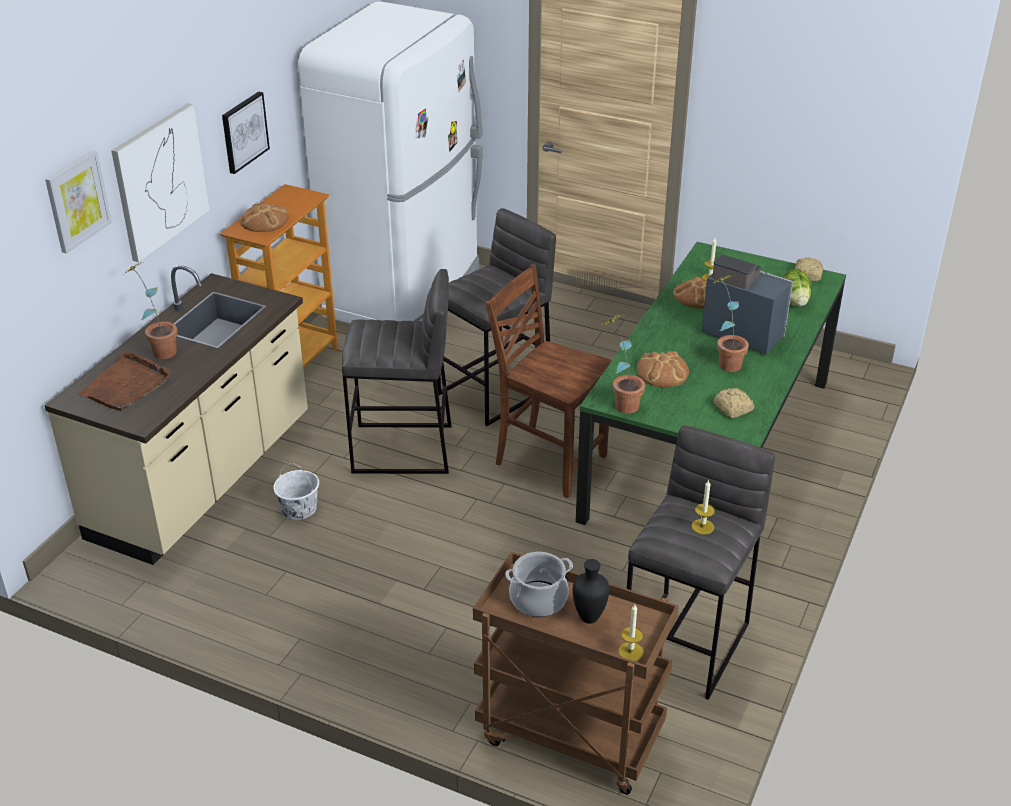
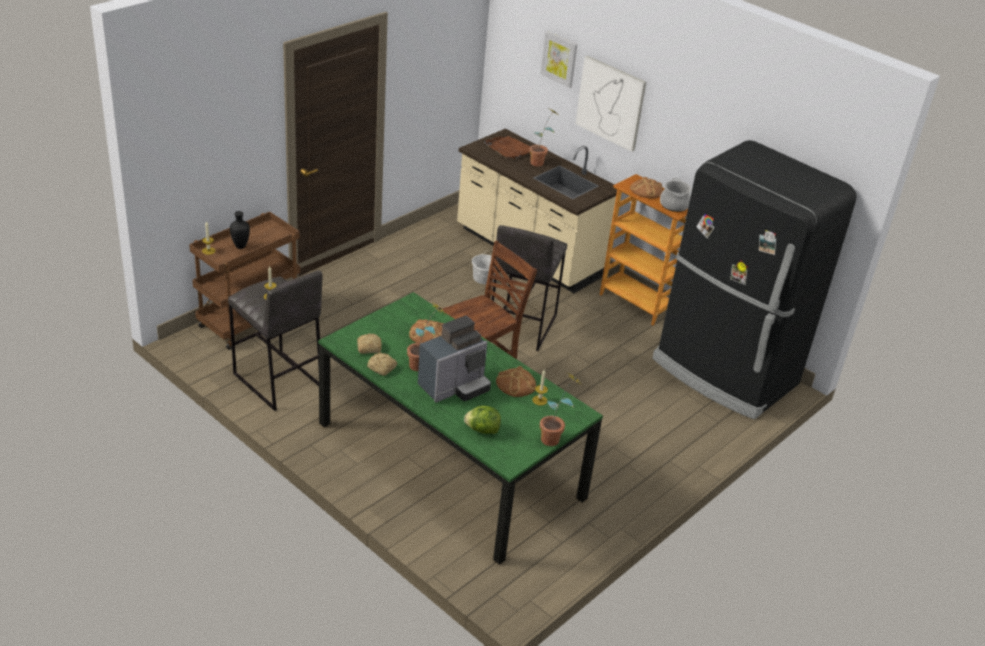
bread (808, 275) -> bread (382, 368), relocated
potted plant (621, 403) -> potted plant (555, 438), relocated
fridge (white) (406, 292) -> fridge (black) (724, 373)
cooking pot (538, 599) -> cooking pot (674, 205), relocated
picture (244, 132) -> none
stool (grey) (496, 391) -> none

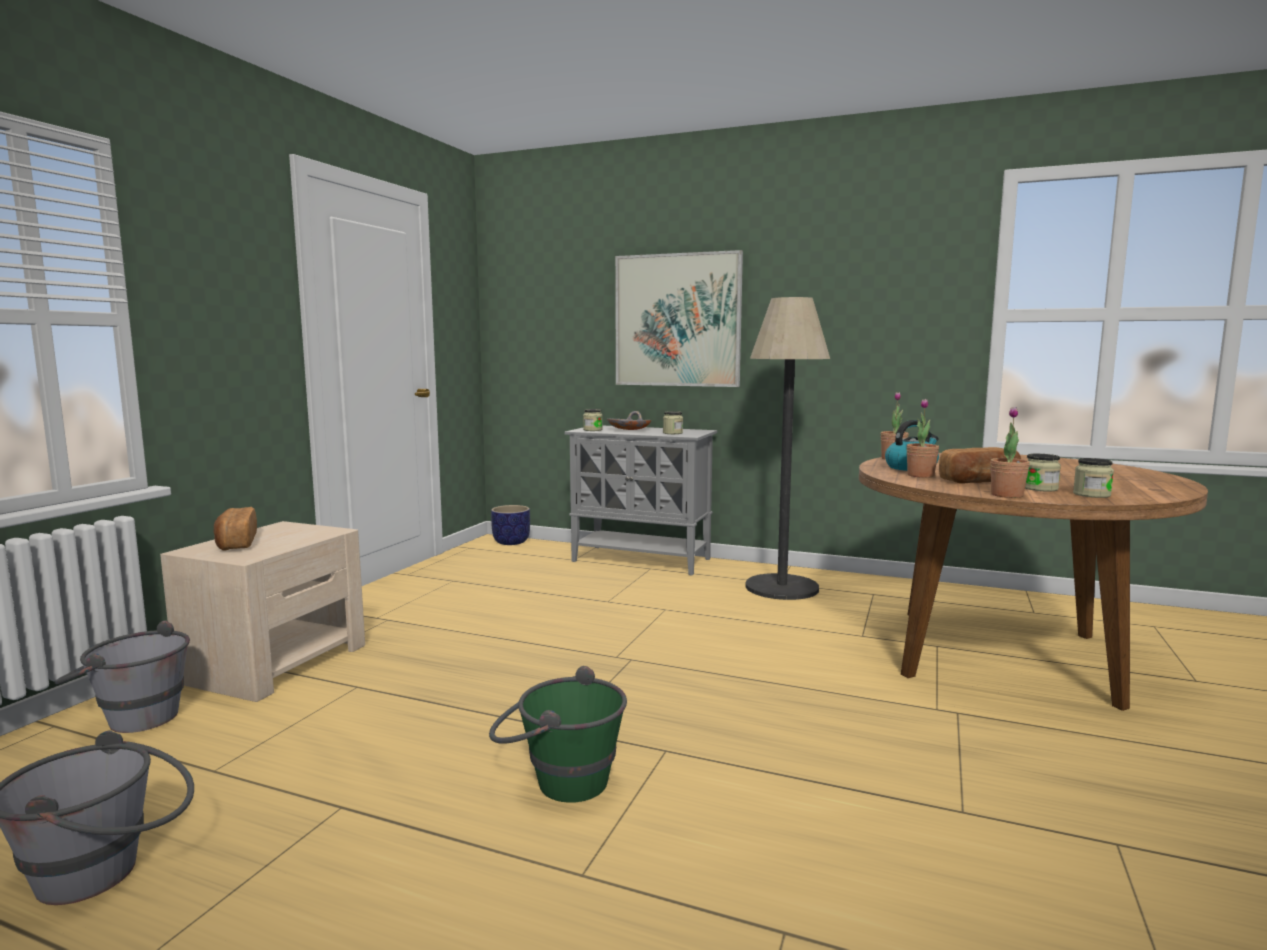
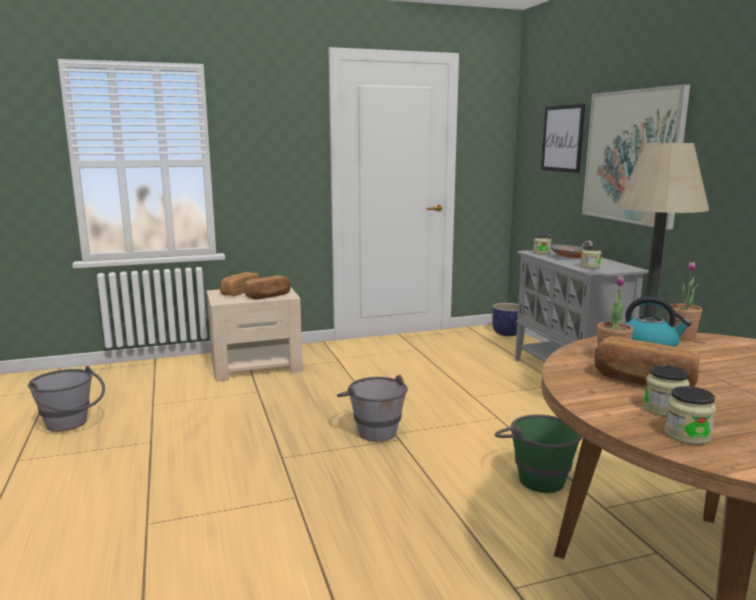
none -> bread (269, 296)
bucket (grey) (131, 717) -> bucket (grey) (372, 429), relocated
bucket (green) (558, 780) -> bucket (green) (534, 476), relocated
none -> picture (562, 138)
potted plant (1007, 495) -> none

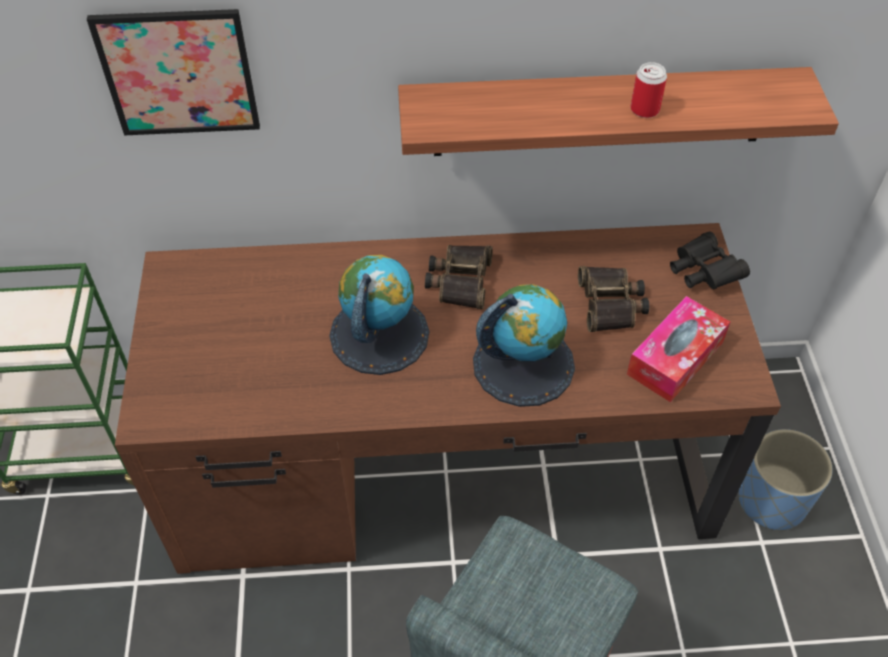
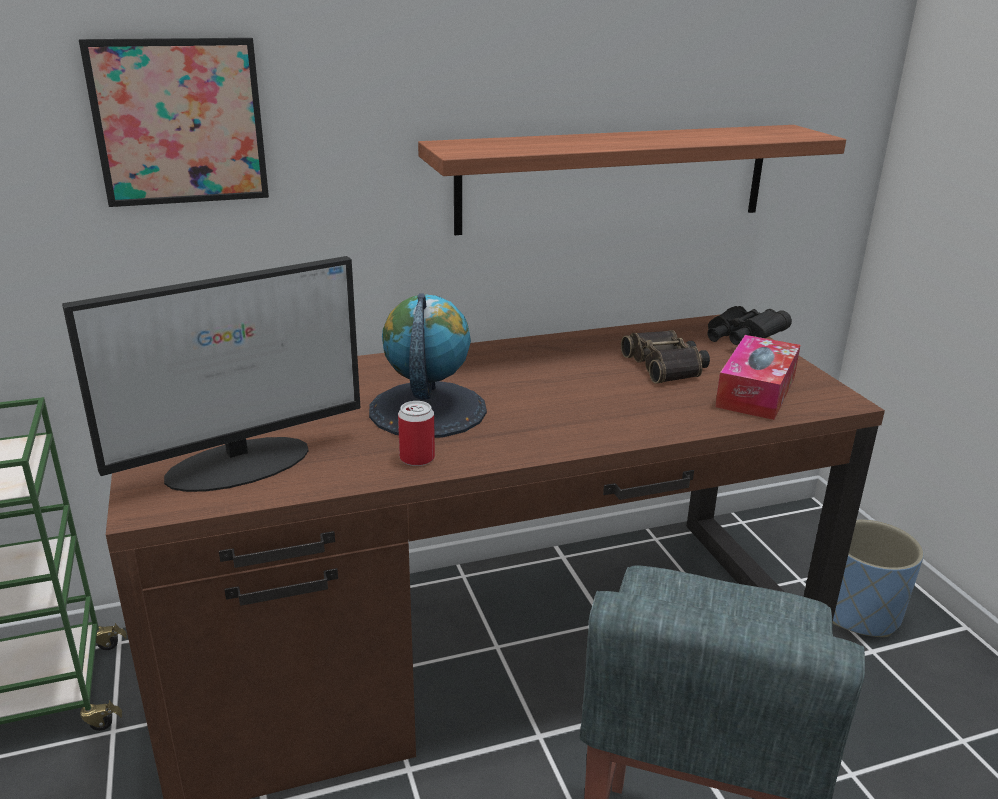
none -> monitor (241, 463)
can (644, 109) -> can (417, 458), relocated
binoculars (459, 280) -> none
globe (523, 364) -> none

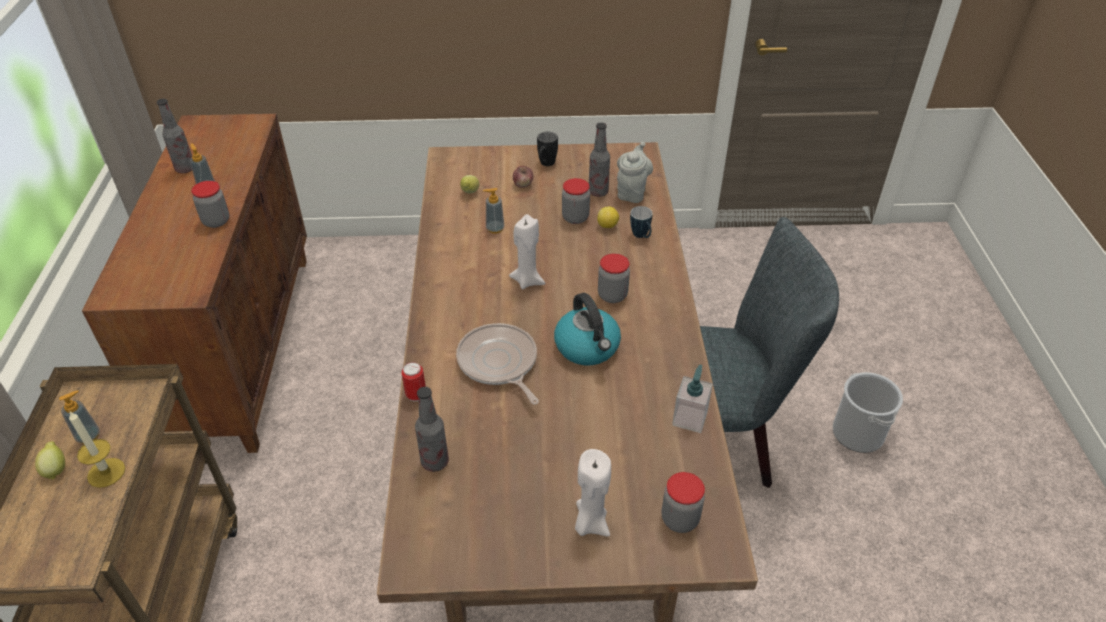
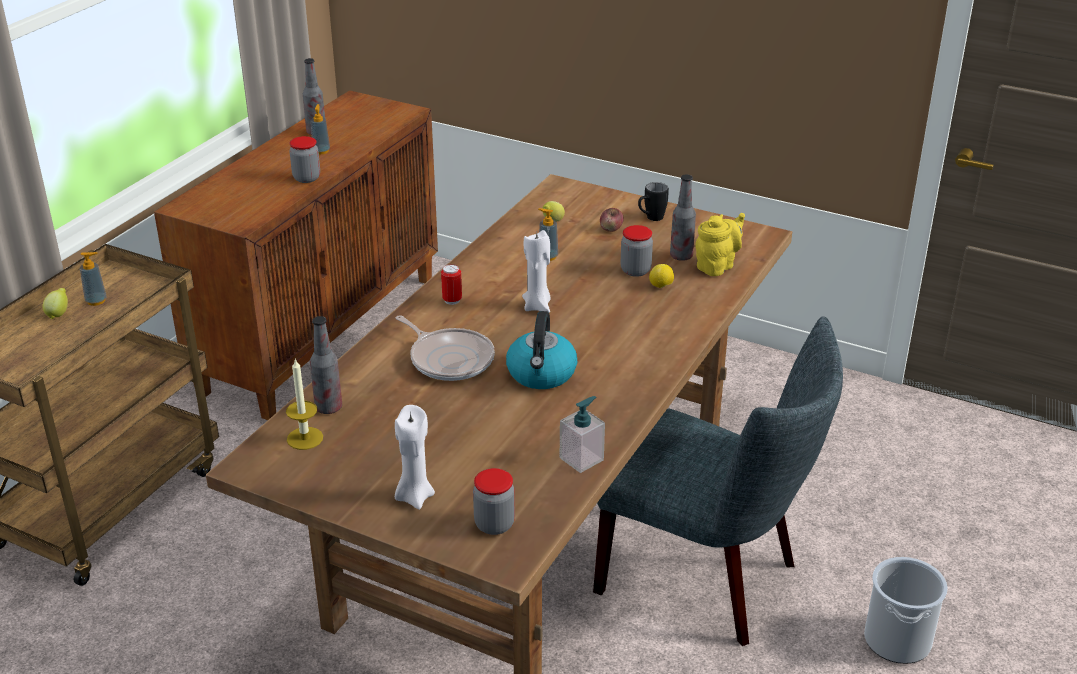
candle (106, 472) -> candle (305, 438), relocated
frying pan (499, 363) -> frying pan (449, 359), 135 degrees clockwise
can (416, 395) -> can (452, 300), relocated
teapot (grey) (632, 192) -> teapot (yellow) (717, 266)
jar (612, 295) -> none
mug (641, 237) -> none

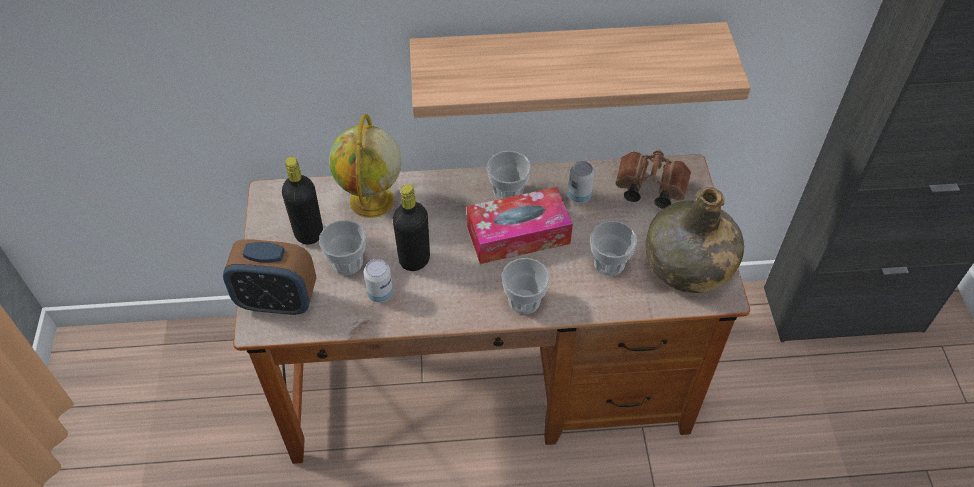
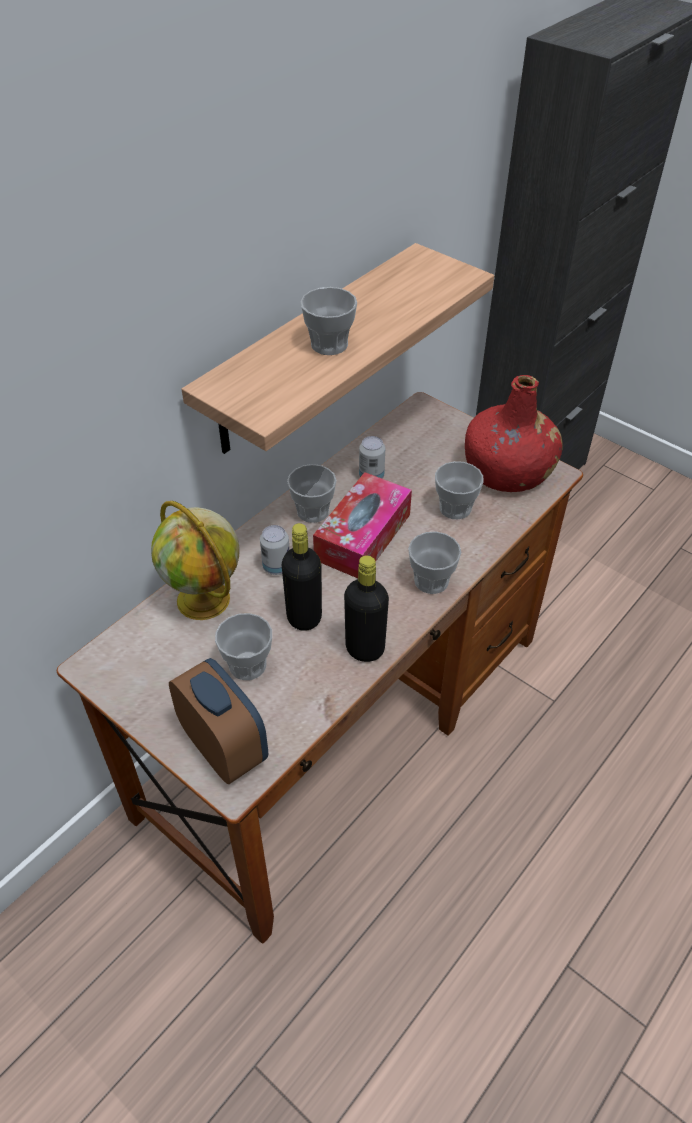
alarm clock (277, 301) -> alarm clock (224, 747), 90 degrees counterclockwise
can (380, 293) -> can (276, 567), relocated
none -> cup (329, 344)
bottle (black) (309, 233) -> bottle (black) (365, 648), relocated
bottle (green) (687, 266) -> bottle (red) (508, 471)
binoculars (brown) (648, 188) -> none

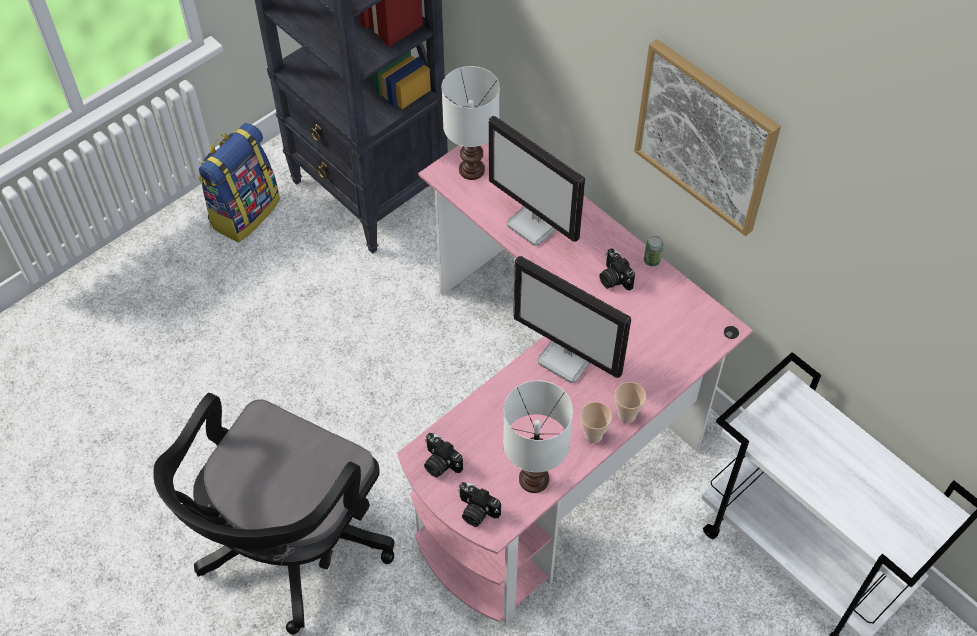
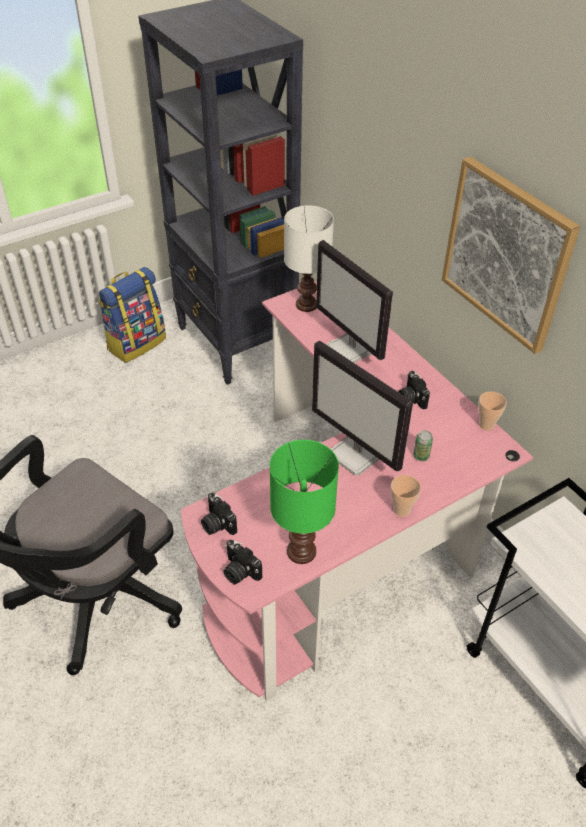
table lamp (white) (534, 480) -> table lamp (green) (301, 553)
can (652, 260) -> can (421, 456), relocated
cup (593, 435) -> cup (486, 425), relocated

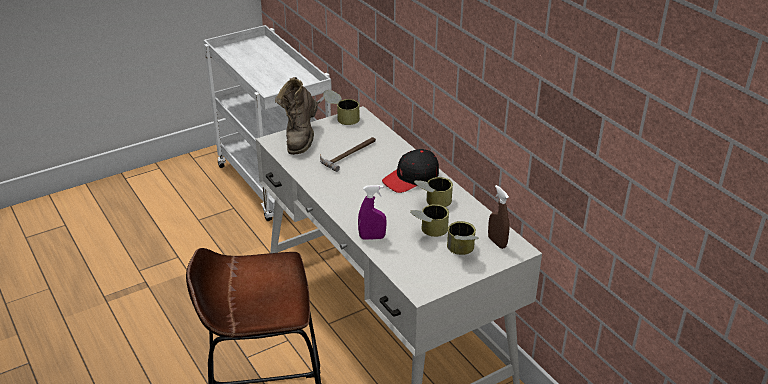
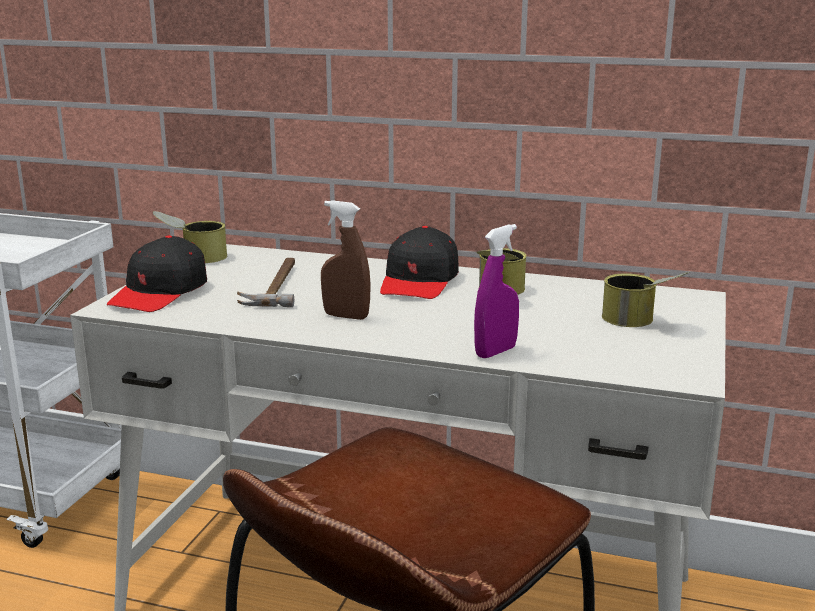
boot (brown) (300, 138) -> cap (black) (160, 293)
spray bottle (brown) (497, 242) -> spray bottle (brown) (346, 316), relocated
can (428, 232) -> none

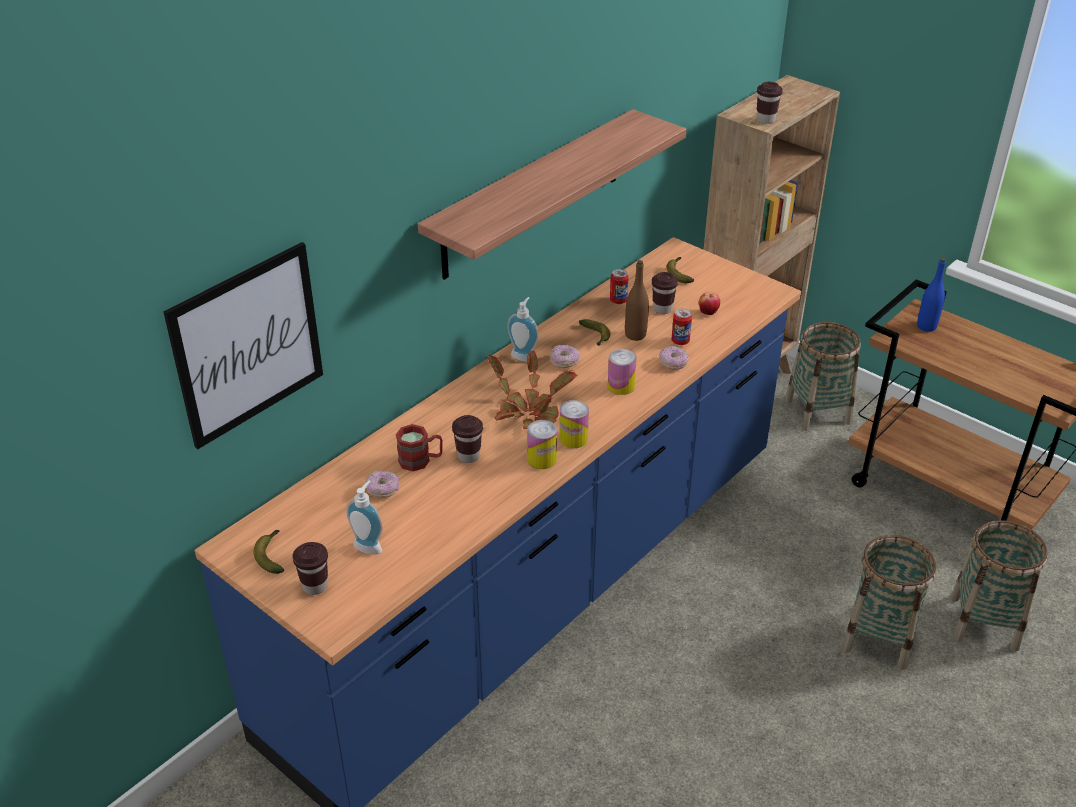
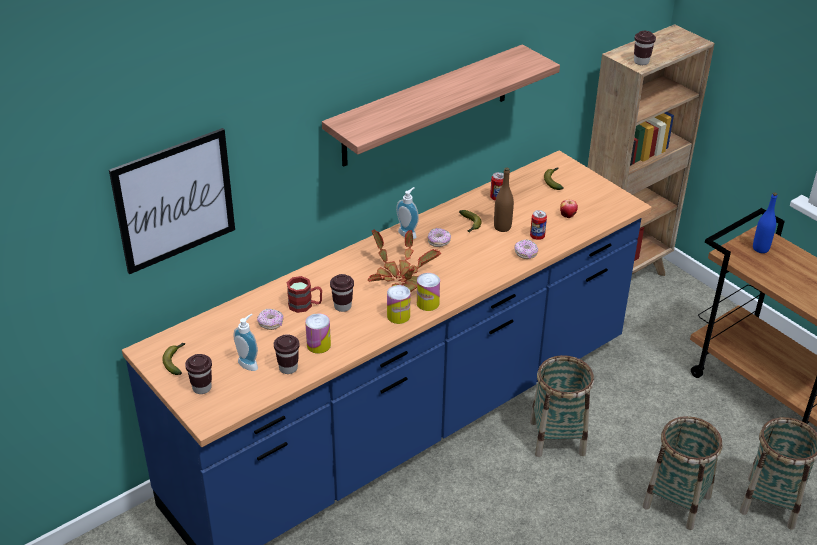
cup (brown) (662, 309) -> cup (brown) (288, 368), relocated
can (621, 386) -> can (318, 345), relocated
basket (817, 411) -> basket (557, 437), relocated

